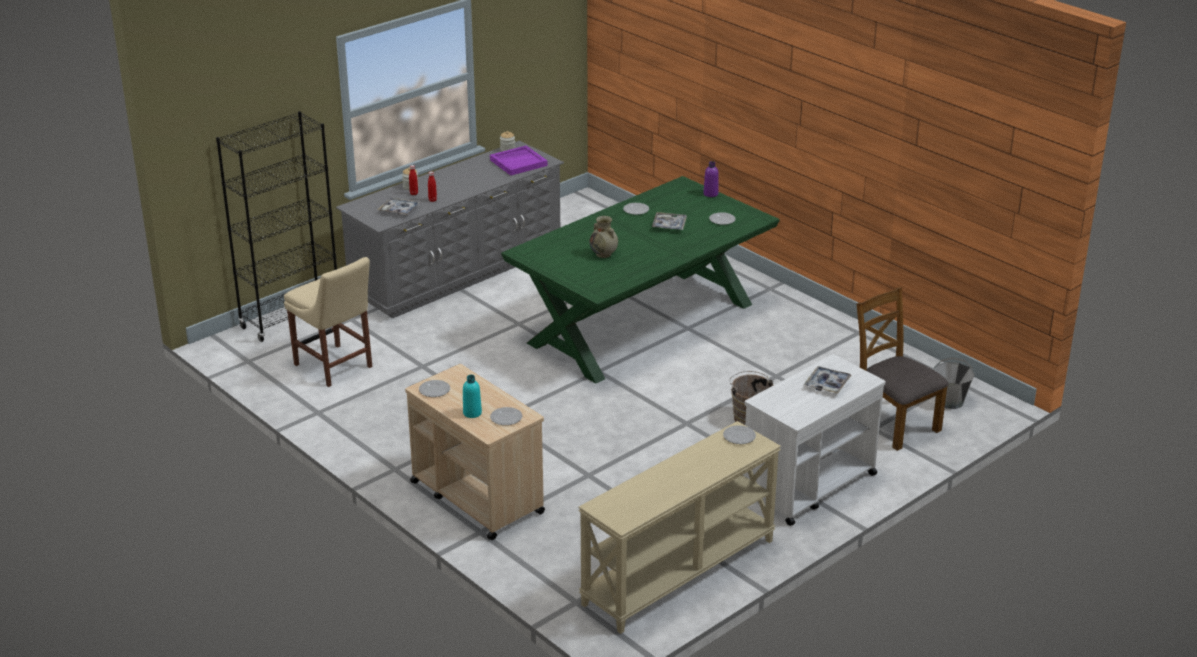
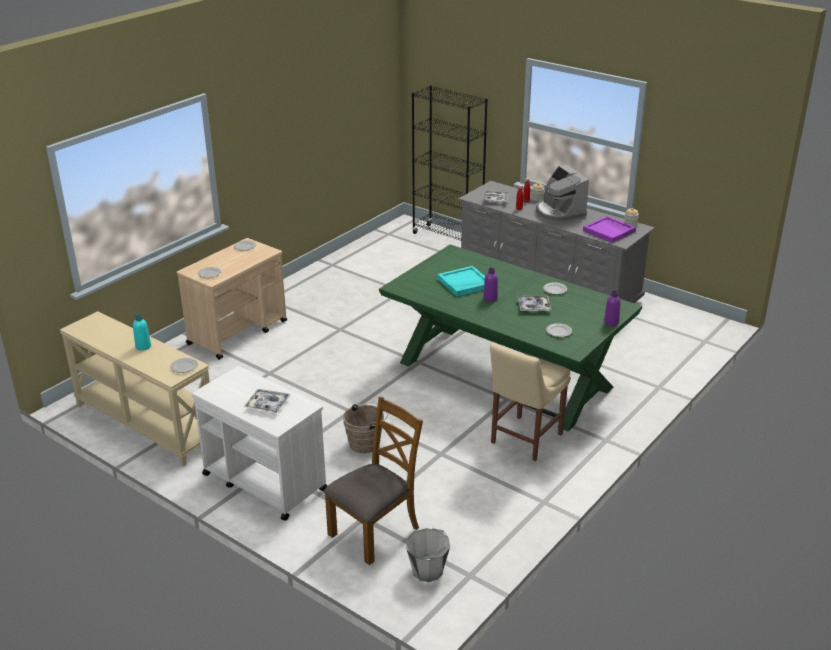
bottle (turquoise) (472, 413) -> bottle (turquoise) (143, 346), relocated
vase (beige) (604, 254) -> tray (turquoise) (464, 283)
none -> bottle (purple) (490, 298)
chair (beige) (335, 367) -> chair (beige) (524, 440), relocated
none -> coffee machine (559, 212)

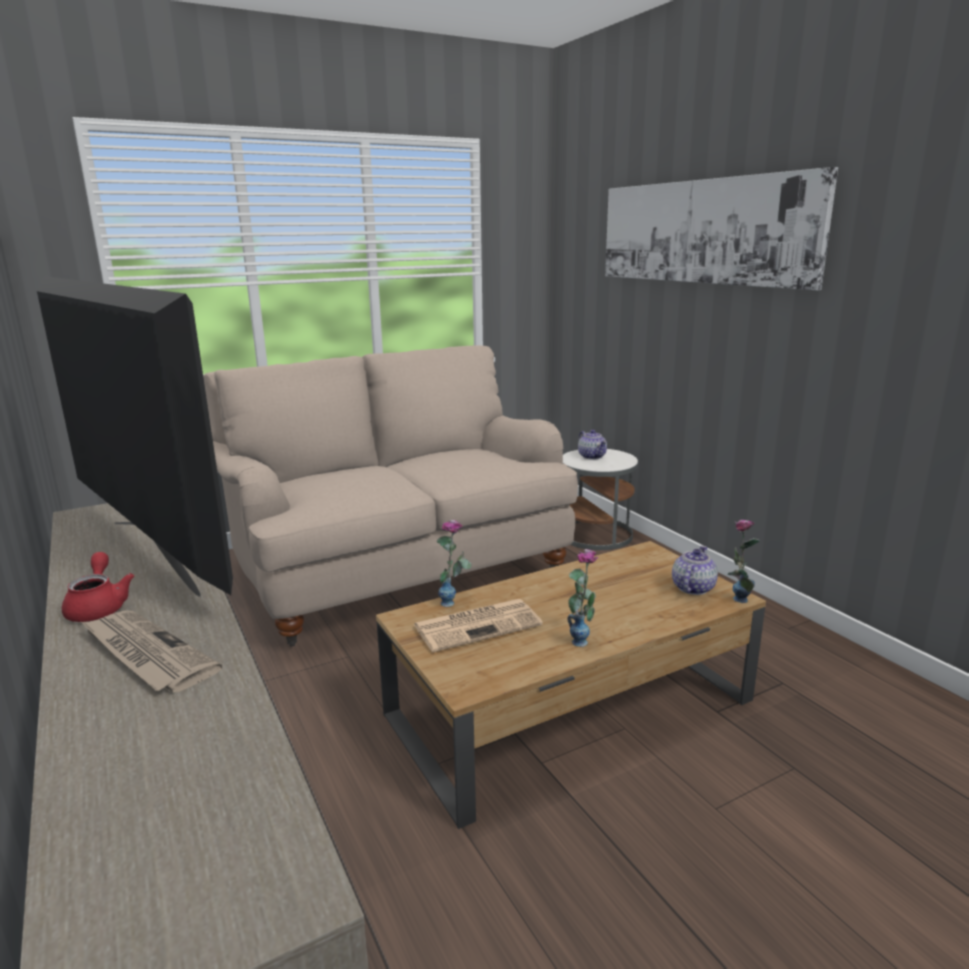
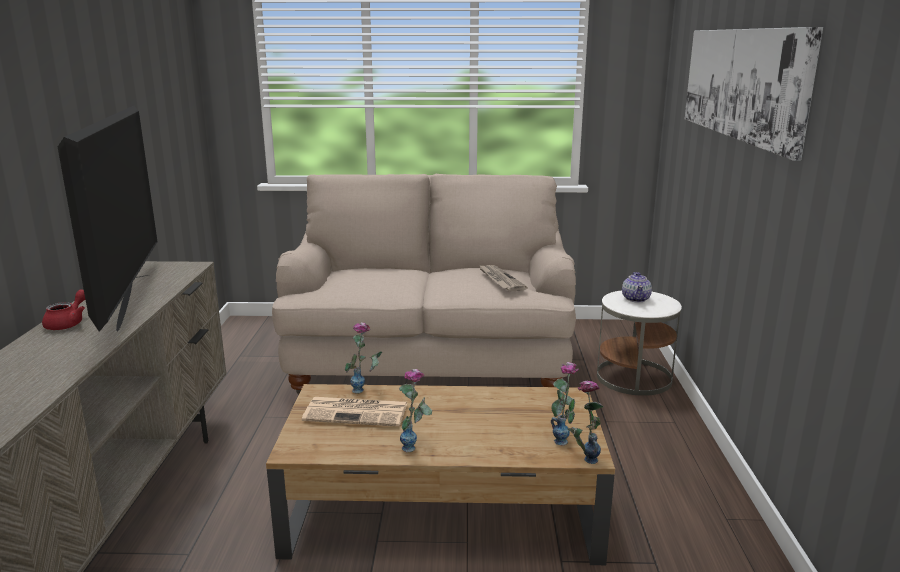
newspaper (146, 654) -> newspaper (500, 280), relocated
teapot (692, 588) -> vase (562, 437)

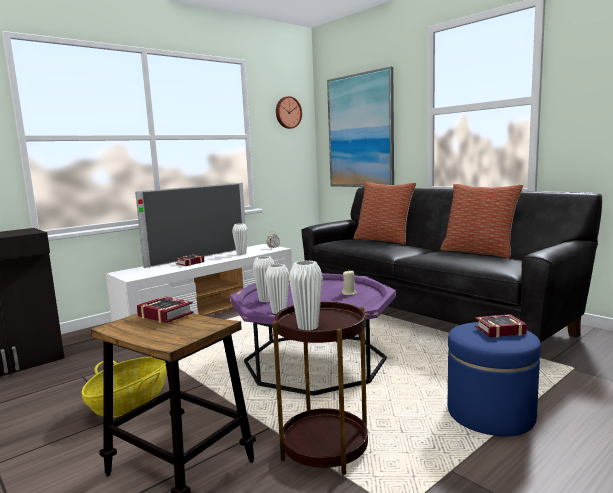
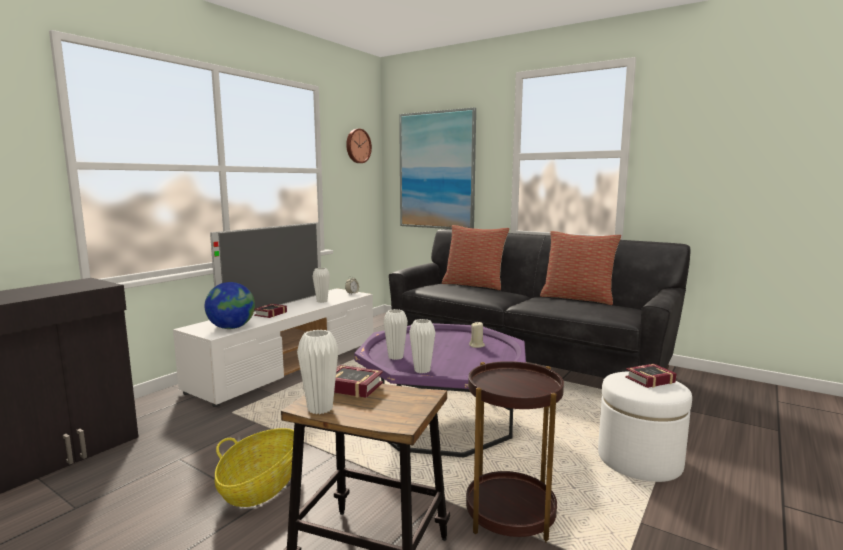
none -> globe (231, 328)
vase (white) (308, 327) -> vase (white) (320, 409), relocated
ottoman (blue) (490, 414) -> ottoman (white) (639, 460)

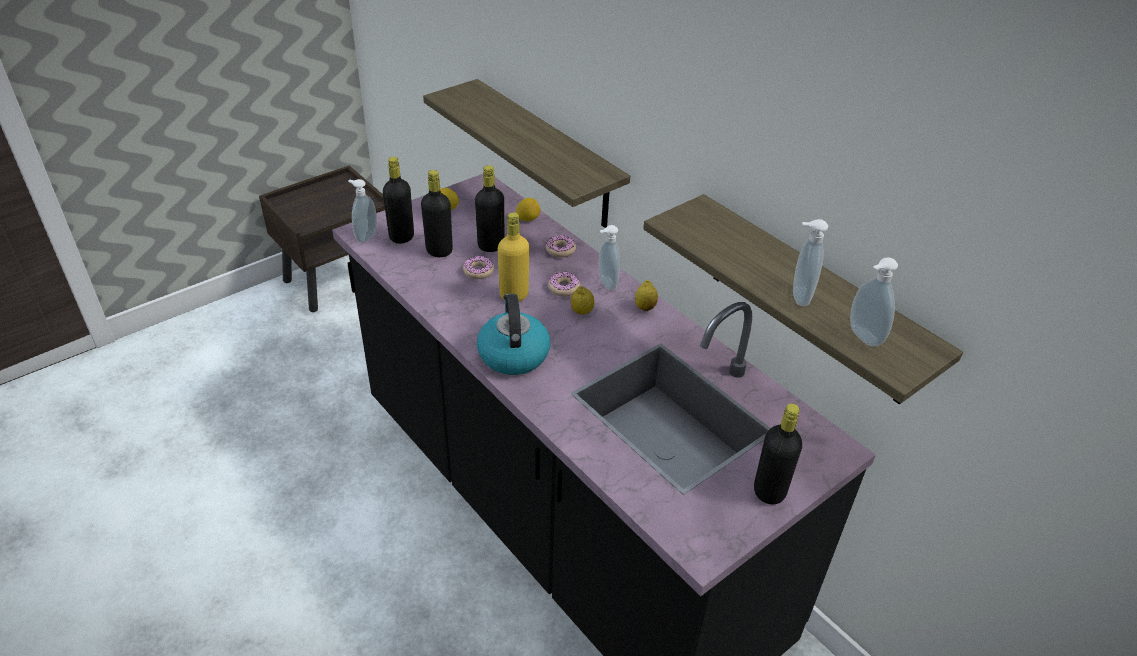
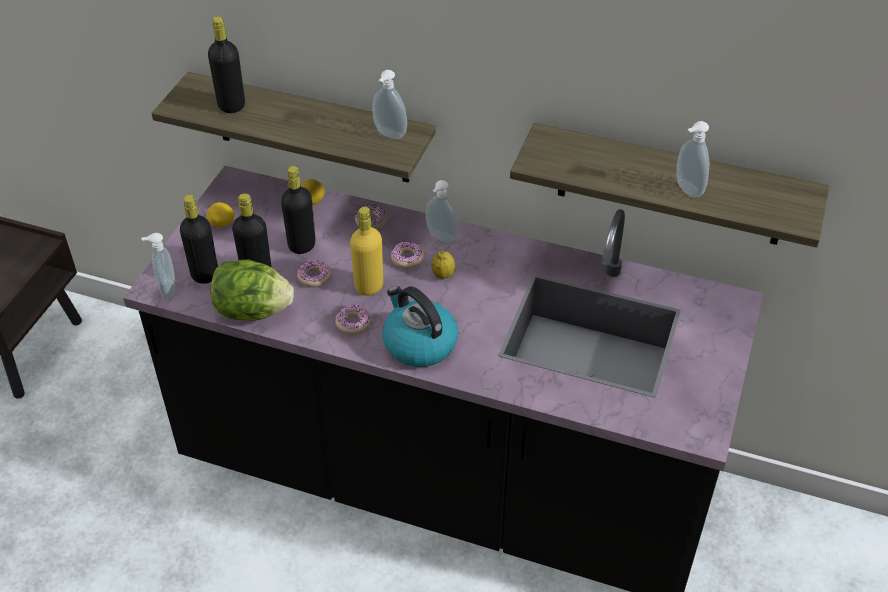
bottle (black) (769, 491) -> bottle (black) (231, 105), relocated
none -> lettuce (253, 311)
none -> donut (353, 323)
soap dispenser (862, 337) -> soap dispenser (389, 135), relocated
lemon (645, 307) -> none

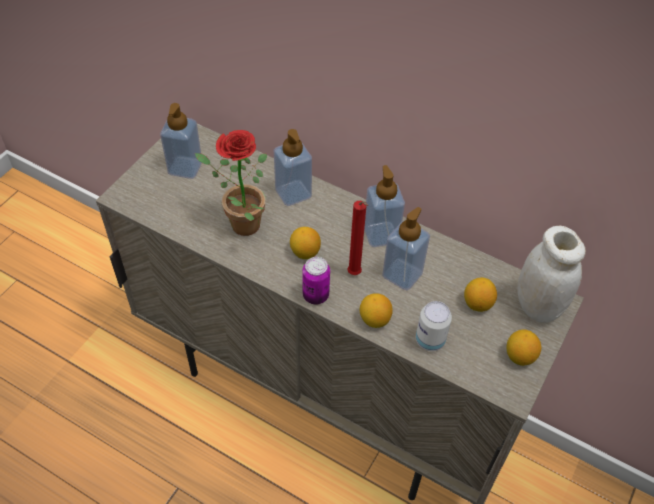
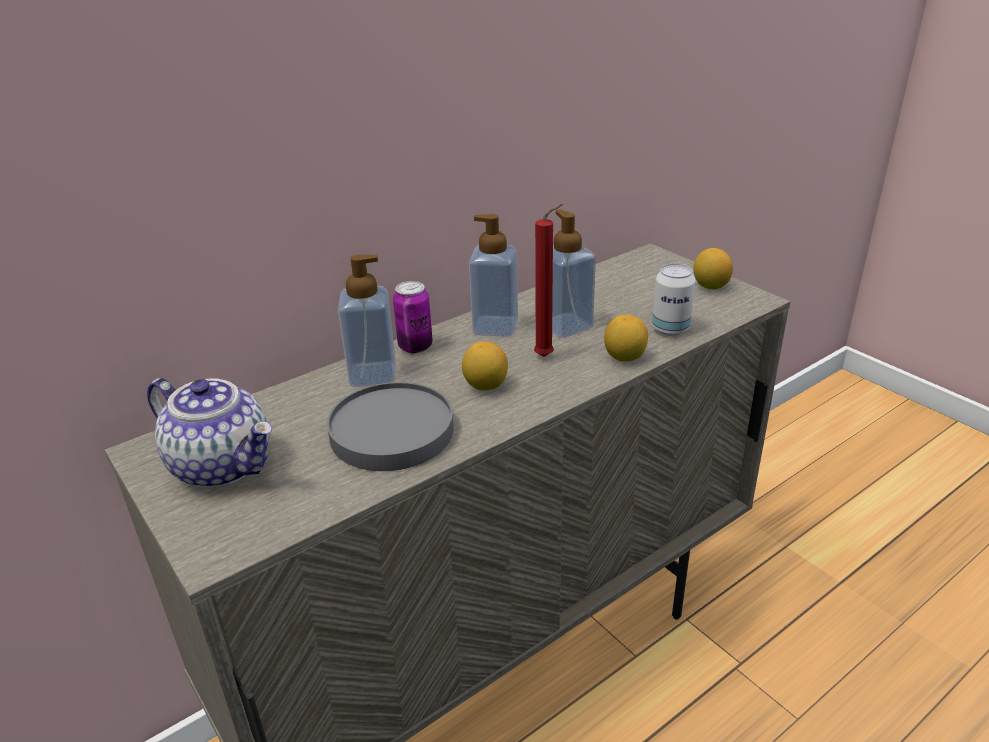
soap dispenser (185, 168) -> teapot (223, 465)
potted plant (239, 224) -> plate (grey) (390, 432)
can (315, 295) -> can (415, 346), relocated
lemon (477, 303) -> none
jar (white) (537, 306) -> none

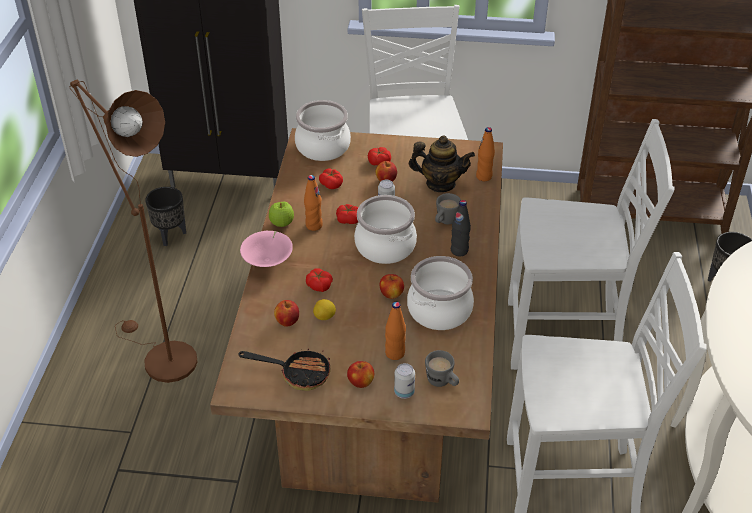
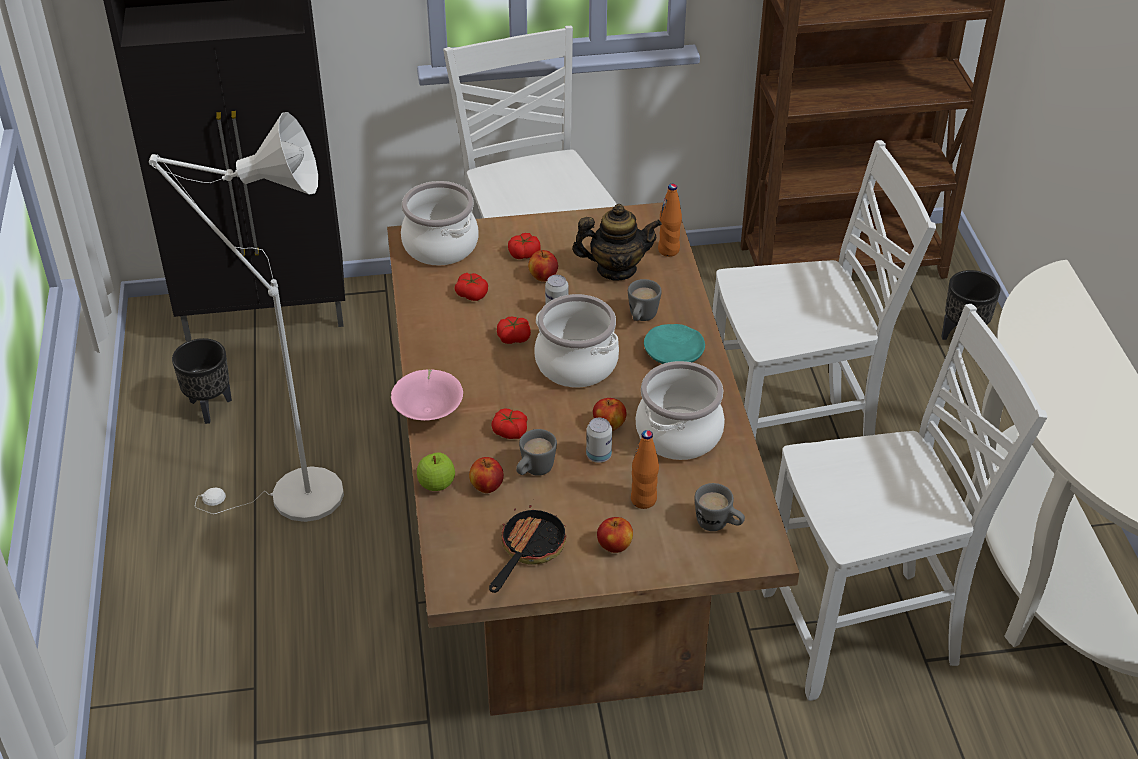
none -> floor lamp (white) (293, 498)
apple (282, 223) -> apple (436, 485), relocated
frying pan (298, 373) -> frying pan (528, 551), 60 degrees counterclockwise
lemon (324, 317) -> mug (grey) (534, 471)
can (404, 392) -> can (598, 456), relocated
bottle (black) (459, 251) -> plate (turquoise) (674, 352)
floor lamp (brown) (162, 358) -> none
bottle (orange) (314, 225) -> none

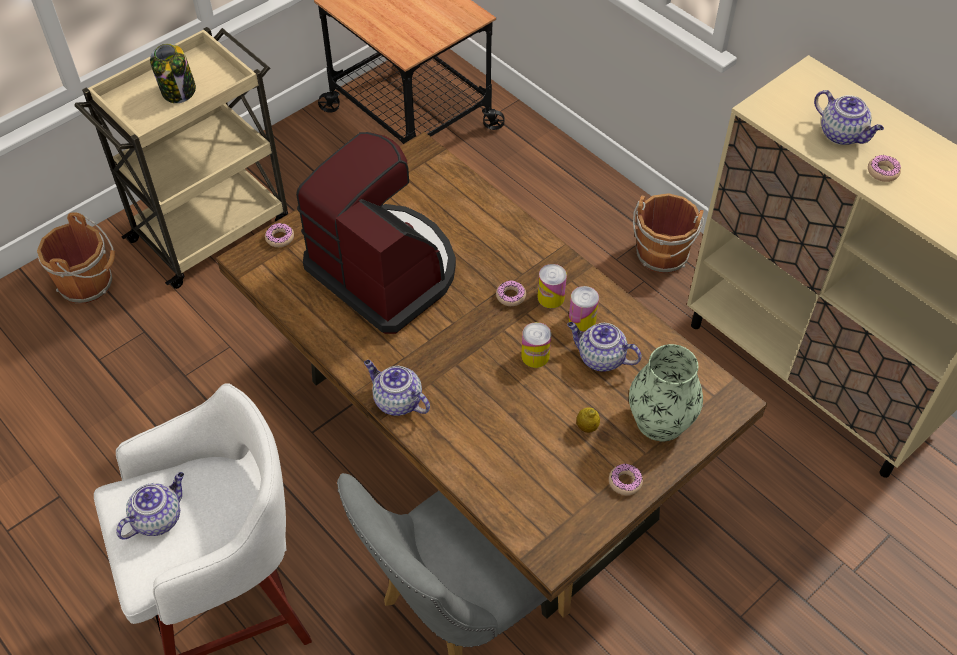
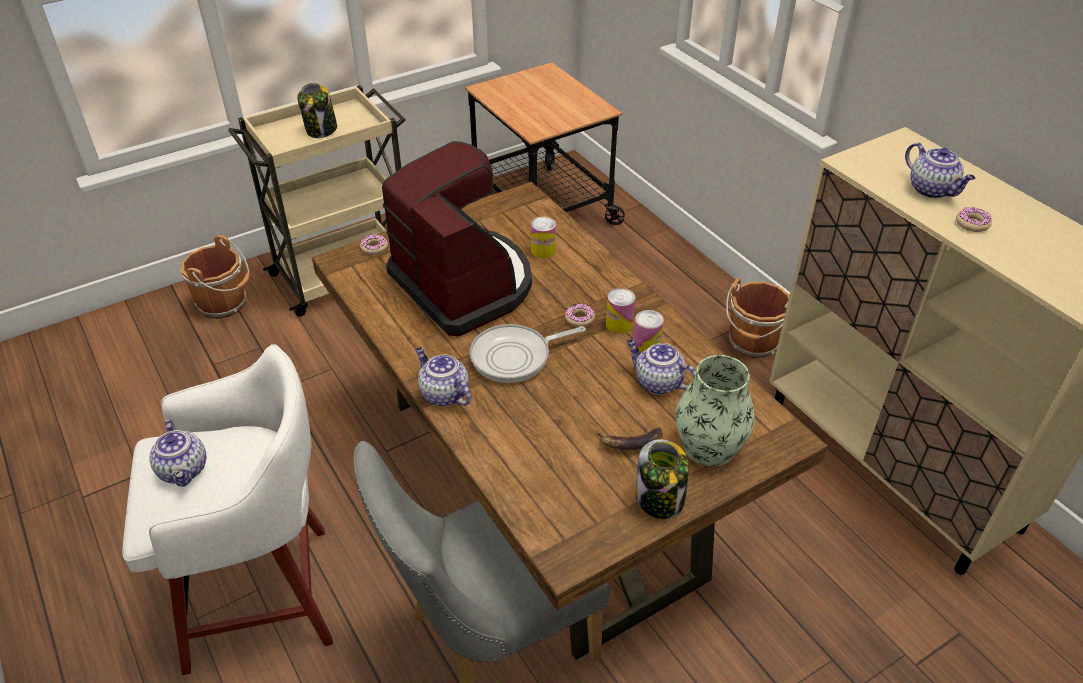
teapot (158, 518) -> teapot (184, 471), 105 degrees clockwise
none -> frying pan (515, 357)
can (535, 356) -> can (543, 250), relocated
lemon (587, 427) -> banana (630, 442)
donut (625, 482) -> jar (660, 499)

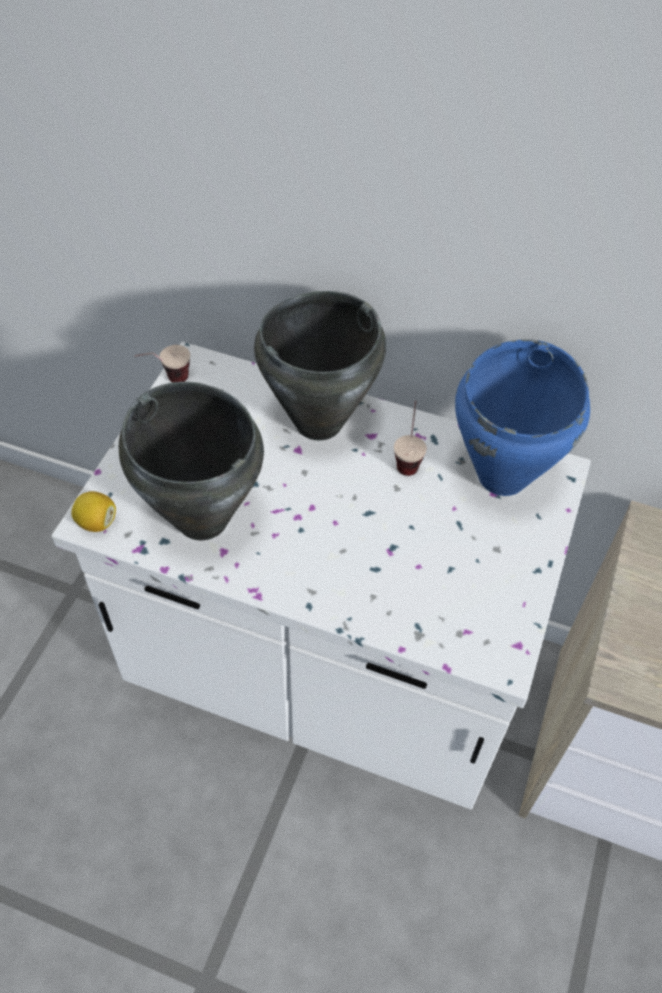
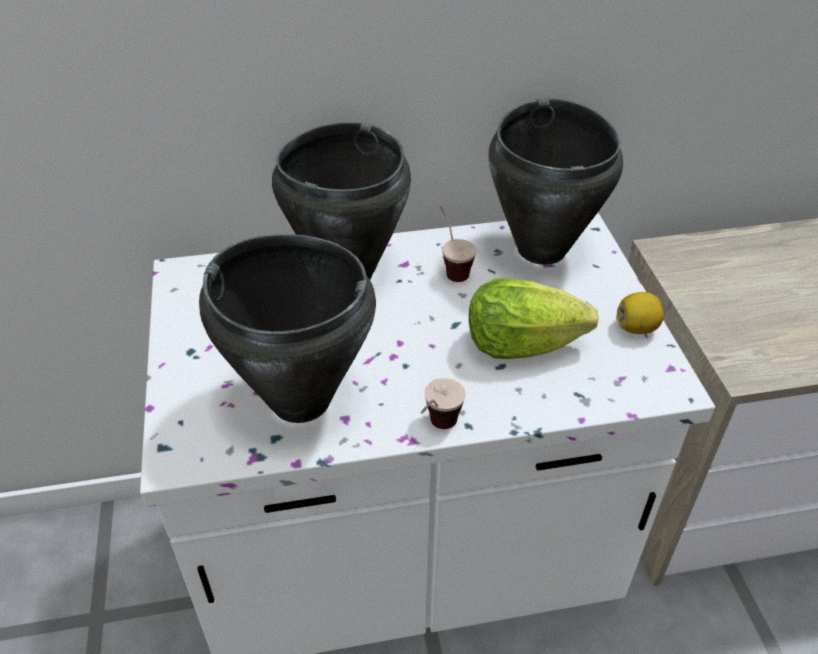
cup (167, 381) -> cup (436, 431), relocated
none -> lettuce (520, 344)
cooking pot (blue) (503, 476) -> cooking pot (black) (542, 248)
lemon (97, 522) -> lemon (637, 327), relocated

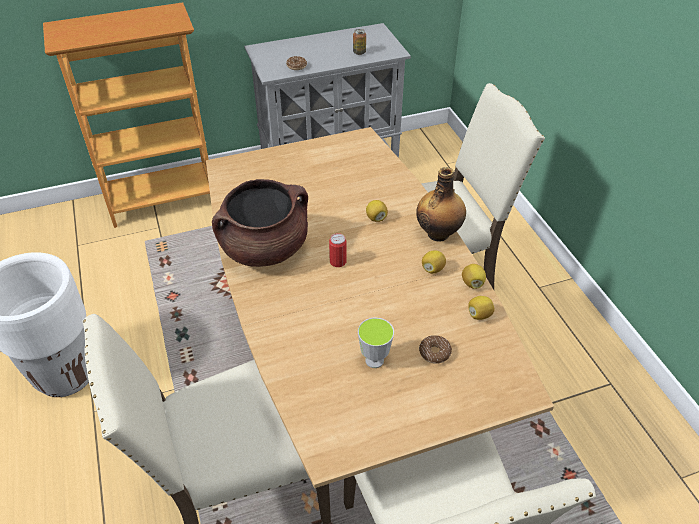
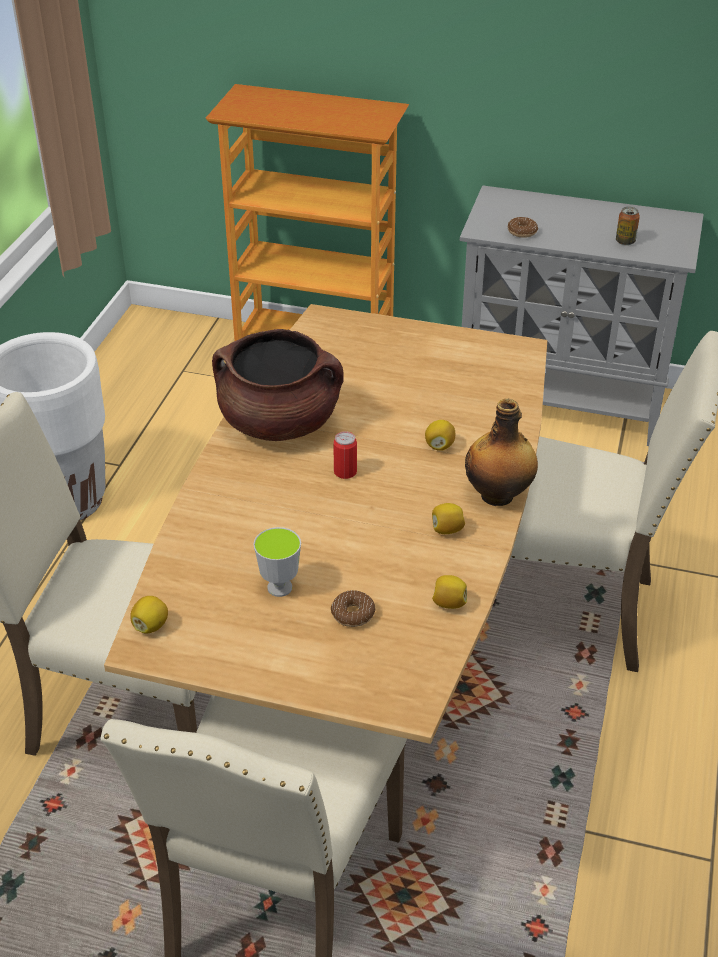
lemon (472, 283) -> lemon (151, 625), relocated

